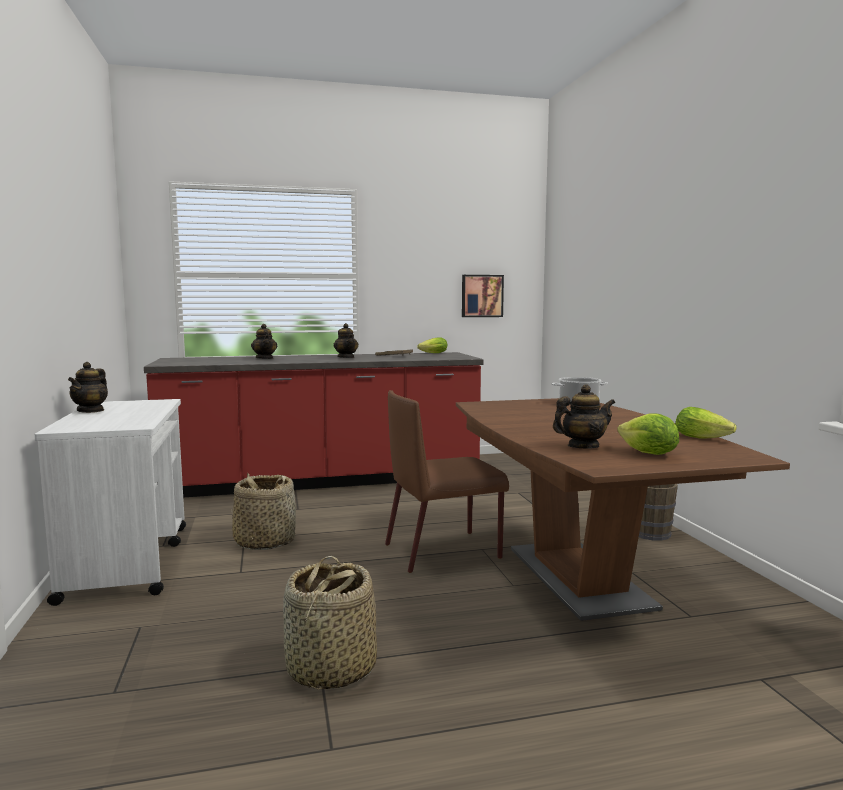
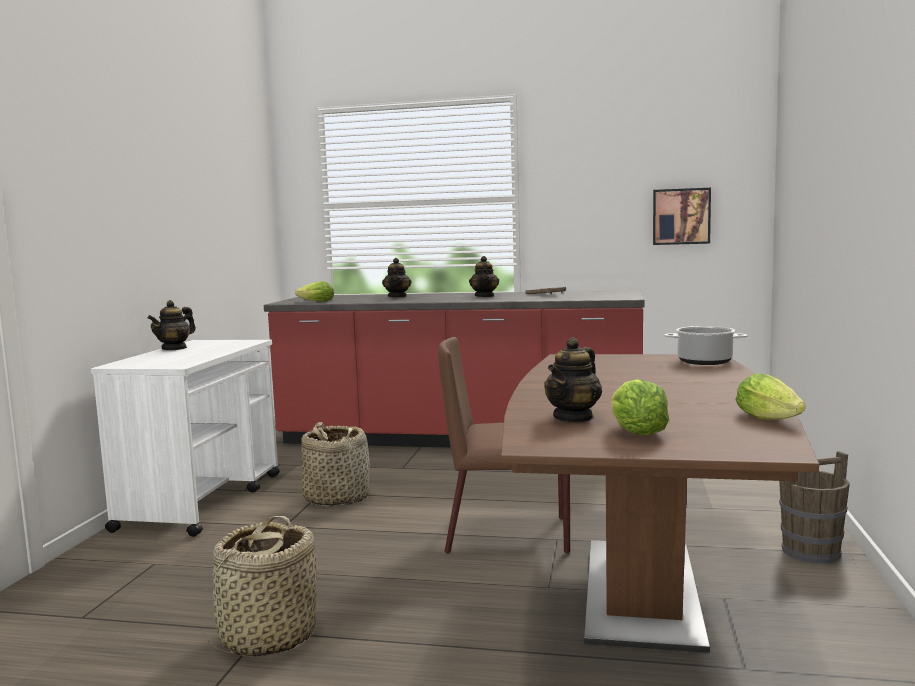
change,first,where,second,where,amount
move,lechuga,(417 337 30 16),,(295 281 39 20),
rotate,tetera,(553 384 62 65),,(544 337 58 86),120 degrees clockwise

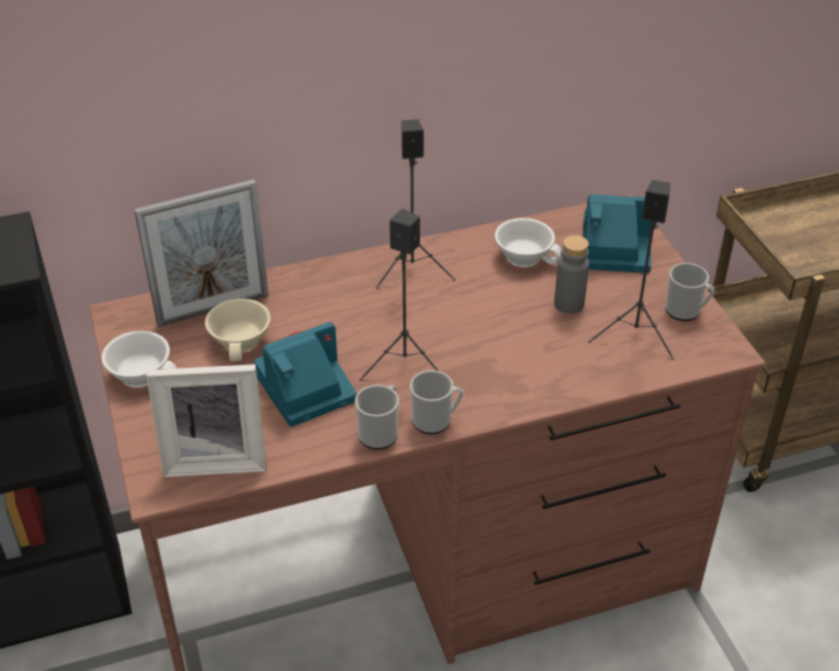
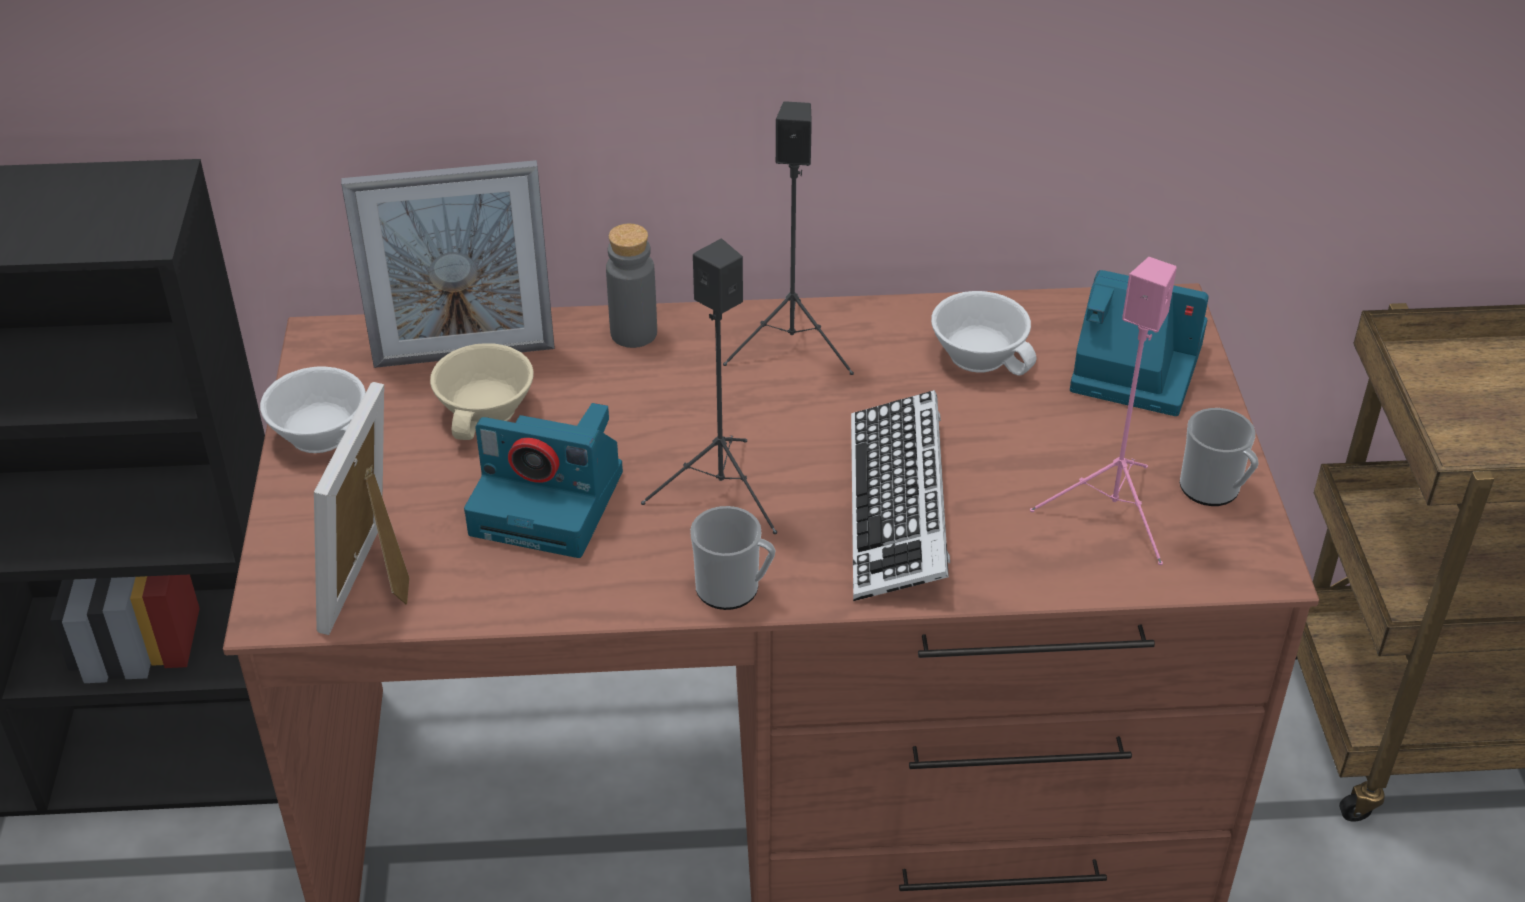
change,first,where,second,where,amount
rotate,portarretratos,(146 364 121 113),,(314 382 95 253),90 degrees clockwise
rotate,cámara,(254 322 103 105),,(464 403 159 155),150 degrees counterclockwise
delete,taza grande,(355 385 44 65),,,
move,botella/gris,(554 235 35 79),,(606 224 51 124),
recolor,altavoz/negro,(589 180 85 180),altavoz/rosa,(1030 257 147 308),
insert,,,teclado,(851 390 99 211),

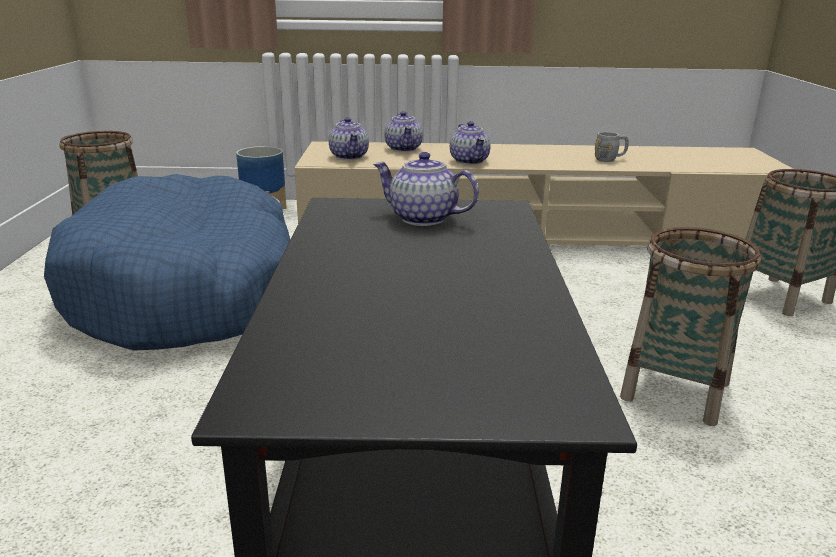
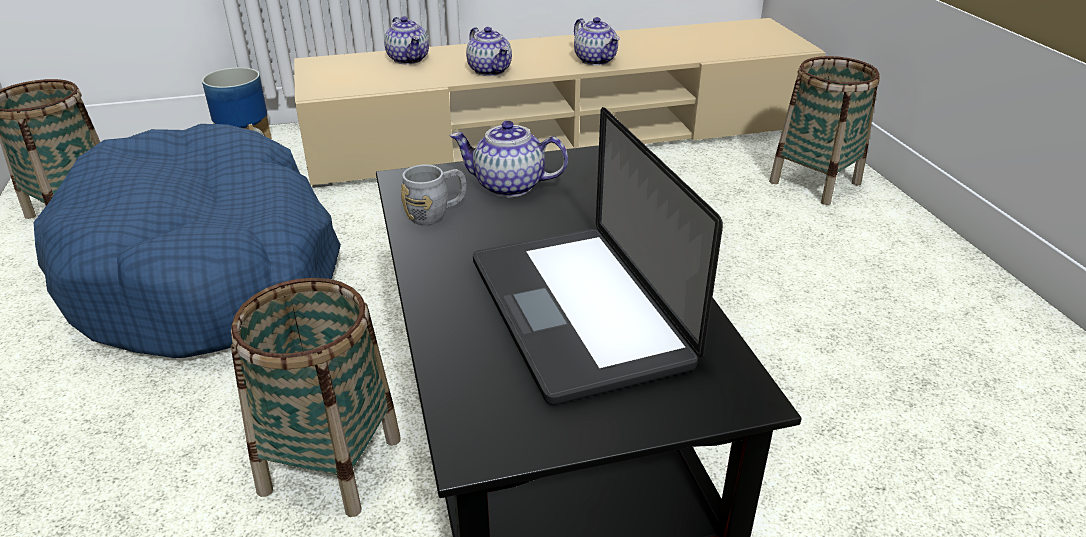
change,first,where,second,where,amount
move,tetera,(329 117 40 43),,(574 17 46 48),
move,taza grande/gris,(595 132 34 30),,(401 164 65 62),
move,cesta,(620 227 141 199),,(231 278 170 239),
insert,,,portátil,(473 107 250 298),

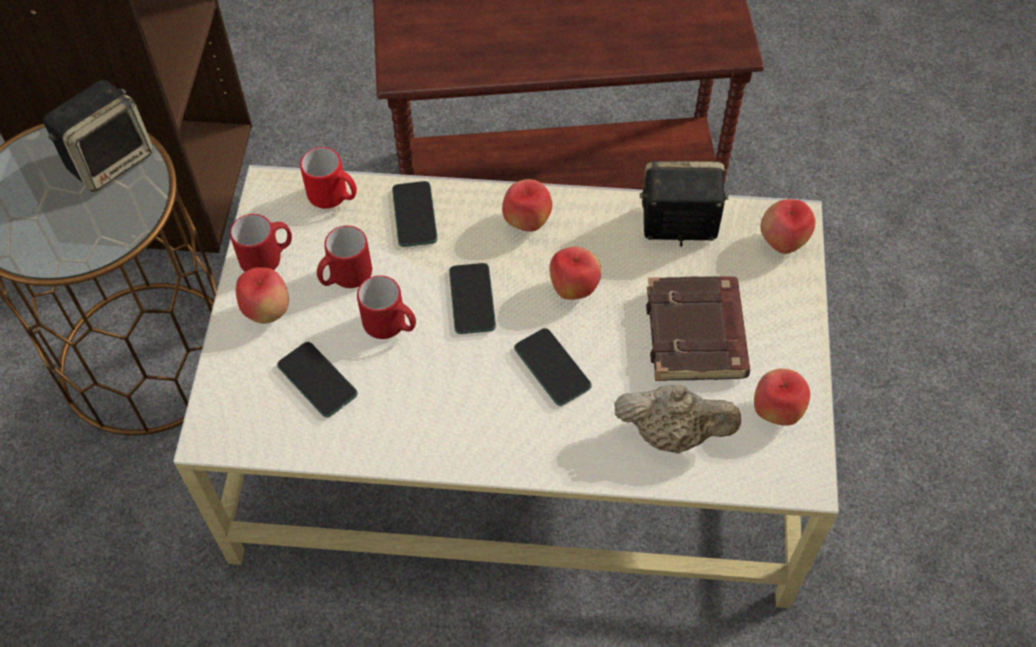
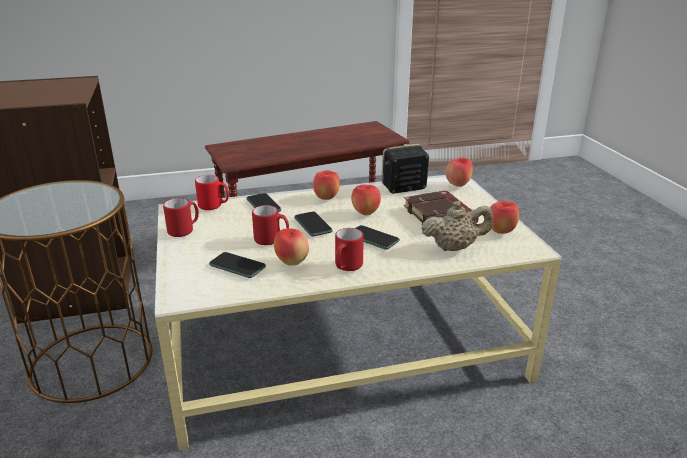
change,first,where,second,where,amount
delete,altavoz,(43 80 110 112),,,
move,manzana,(236 267 53 57),,(274 228 35 38),
move,taza grande/rojo,(317 226 55 62),,(335 228 29 43),

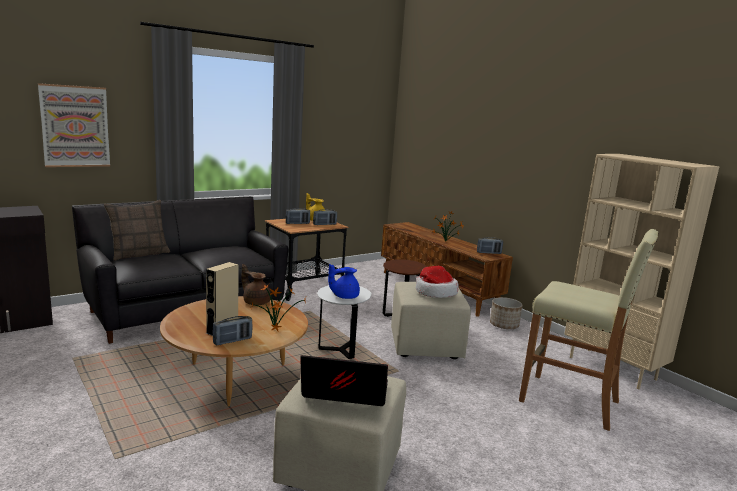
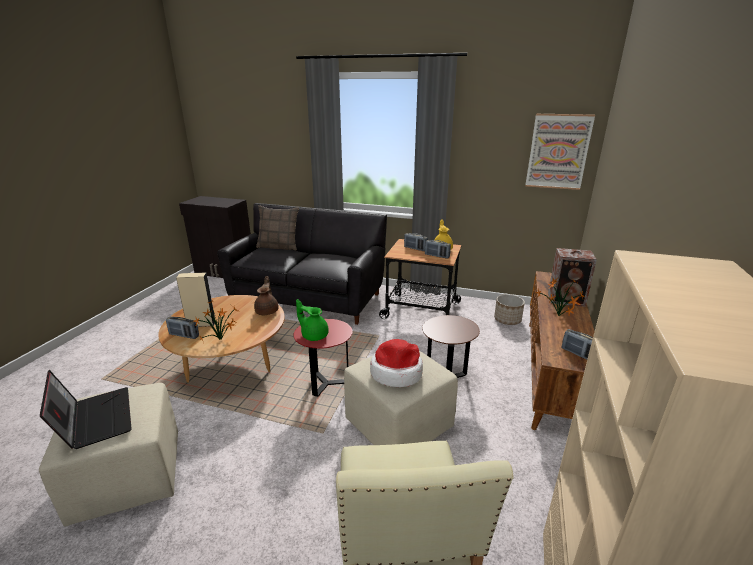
change,first,where,second,where,amount
move,cuadro,(38 83 72 84),,(526 114 69 76),
recolor,mesa auxiliar/blanco,(317 285 54 74),mesa auxiliar/rojo,(294 319 59 78),
recolor,tetera/azul,(328 264 32 35),tetera/verde,(296 299 33 42),
move,maceta,(490 297 32 32),,(494 294 31 31),
insert,,,altavoz,(548 248 49 59),

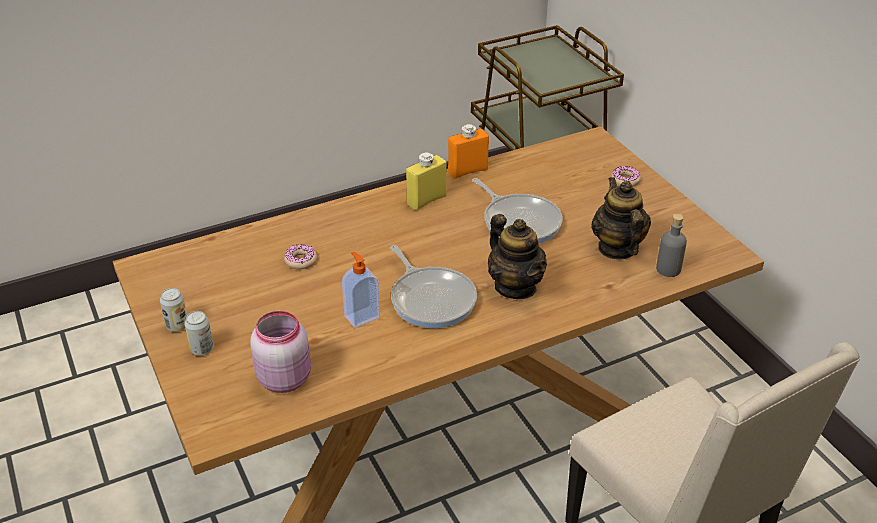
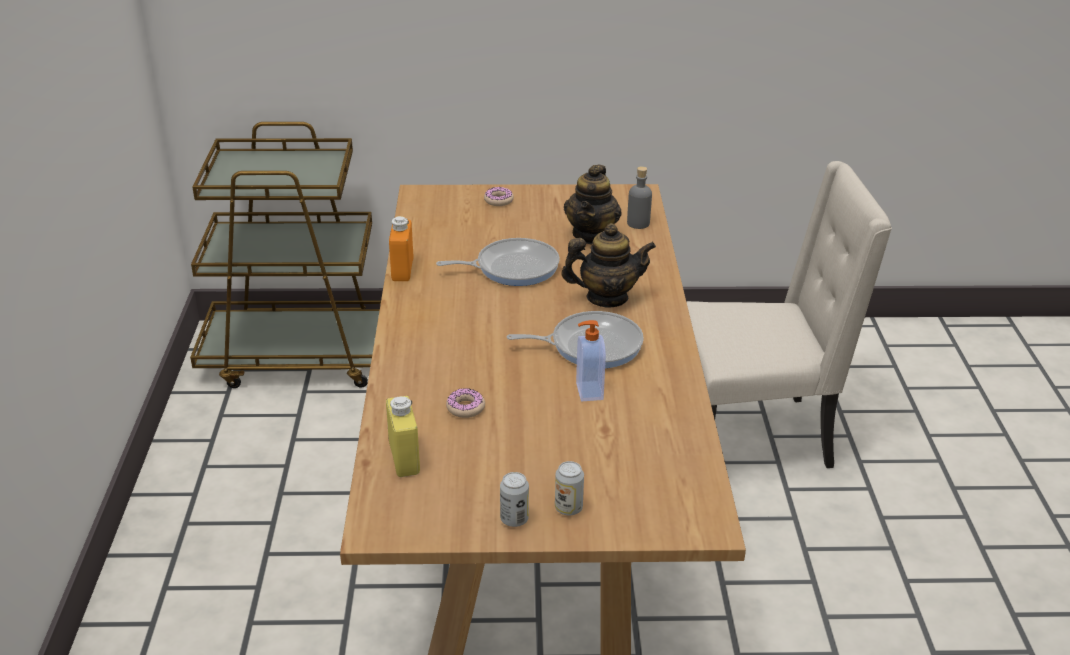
change,first,where,second,where,amount
delete,tarro/rosa,(250 311 61 82),,,
move,botella/amarillo,(406 152 41 58),,(386 396 34 81),
rotate,tetera,(592 177 59 83),,(564 165 58 79),90 degrees counterclockwise

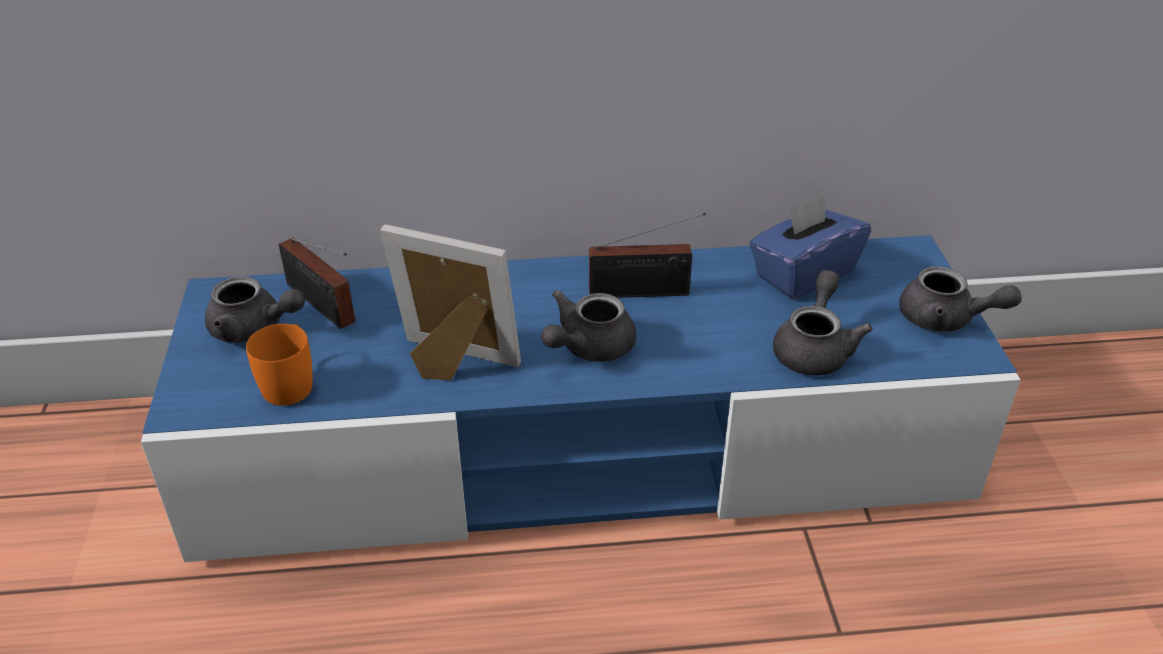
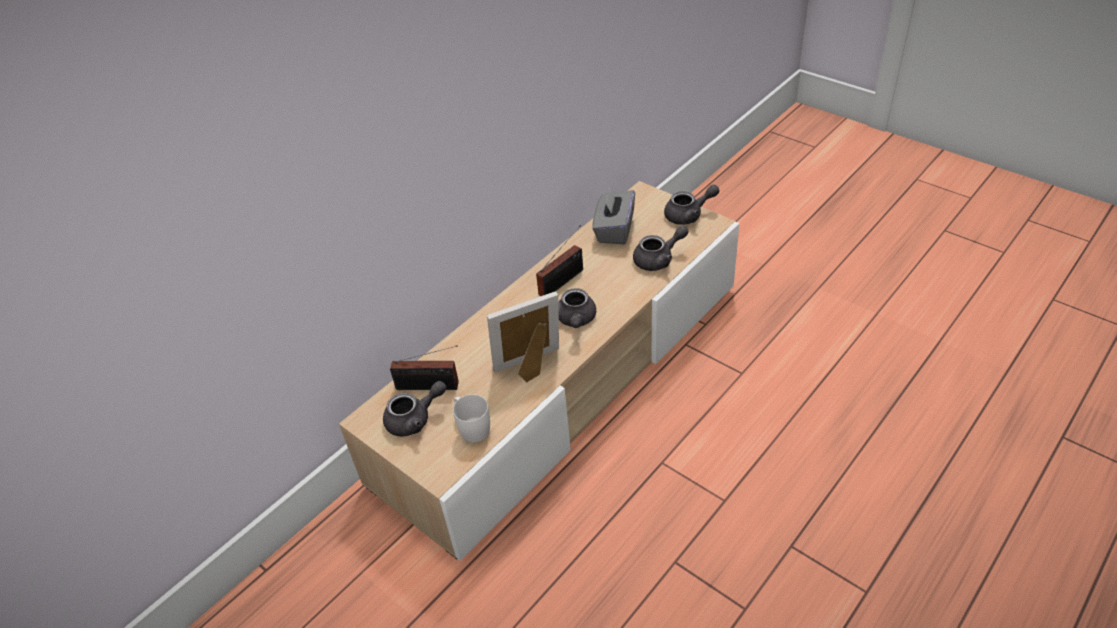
change,first,where,second,where,amount
recolor,mueble de televisión/azul,(141 235 880 327),mueble de televisión/beis,(339 181 401 380),
recolor,taza grande/naranja,(246 324 67 82),taza grande/blanco,(453 394 37 48),
recolor,caja de pañuelos/azul,(749 193 122 106),caja de pañuelos/gris,(592 187 43 57),
rotate,tetera/gris,(773 270 100 106),,(633 225 56 46),90 degrees clockwise

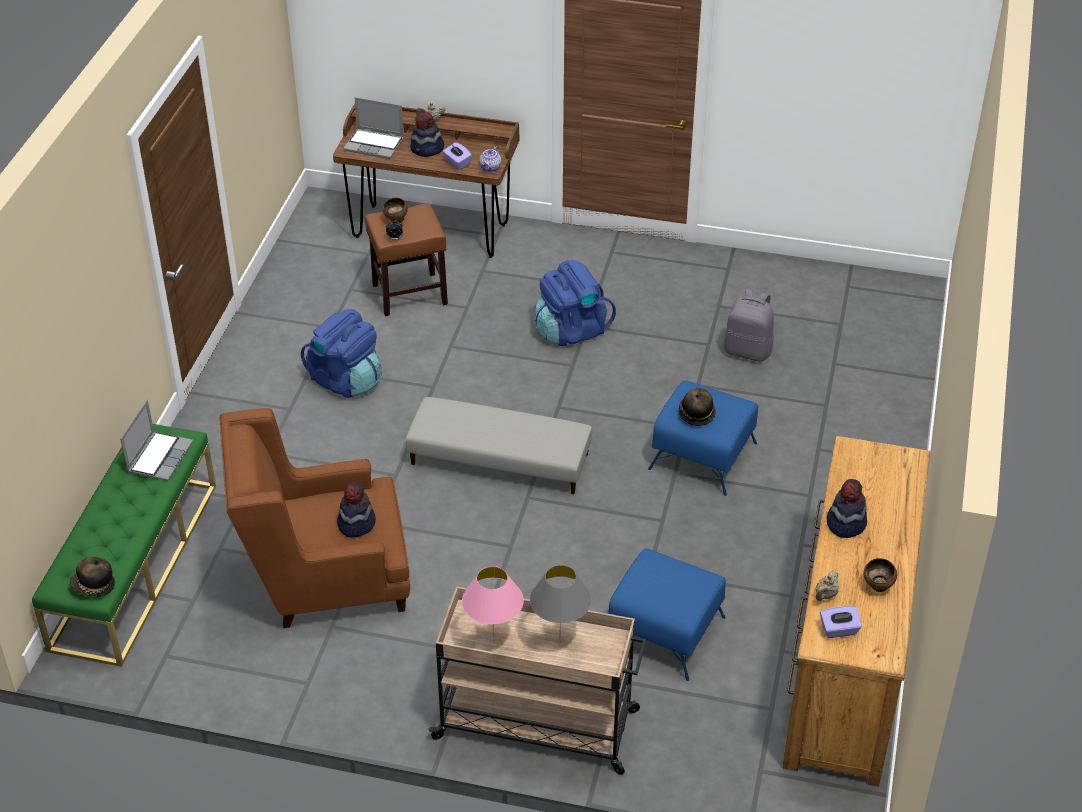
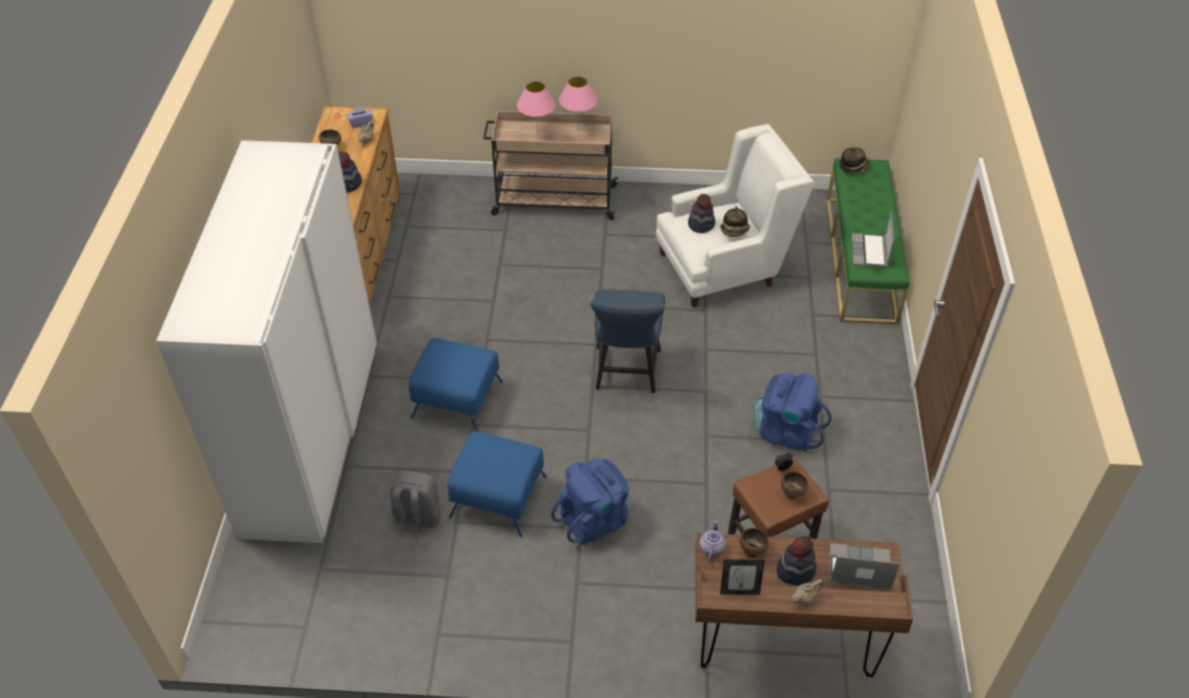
change,first,where,second,where,amount
recolor,sillón/marrón,(219 408 191 220),sillón/blanco,(656 124 158 183),
replace,puf/gris,(406 397 186 97),silla/azul,(590 289 75 104),
replace,caja de pañuelos/morado,(443 142 29 28),cuenco/marrón,(740 528 29 30),
recolor,lámpara de mesa/gris,(530 565 61 77),lámpara de mesa/rosa,(517 81 39 57),
move,puf/azul,(609 549 117 132),,(447 431 100 106),
move,sombrero,(679 388 37 38),,(720 206 30 31),
insert,,,armario ropero/blanco,(156 140 221 403),
insert,,,portarretratos,(720 560 45 35),

